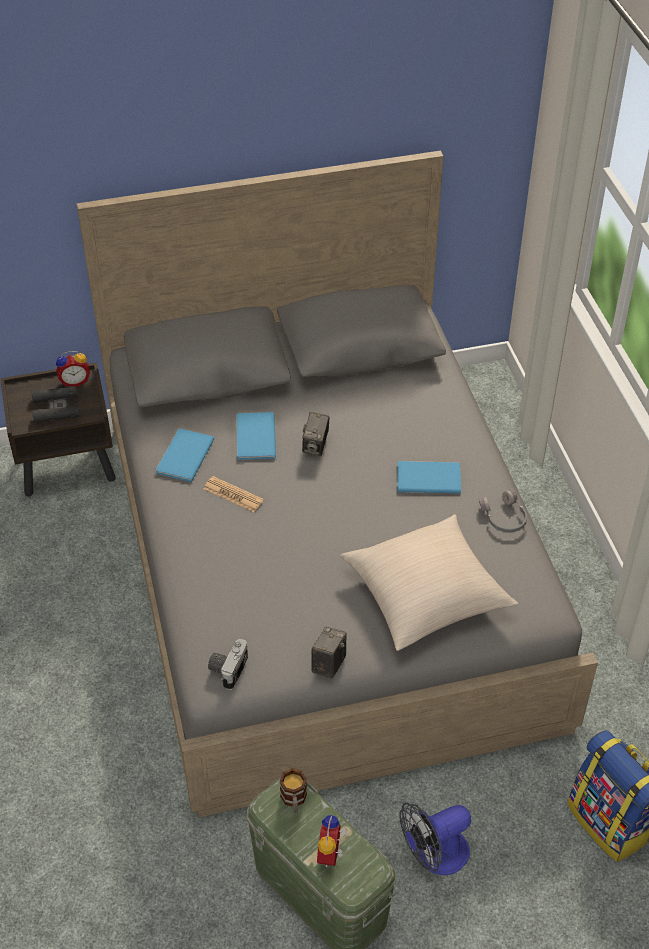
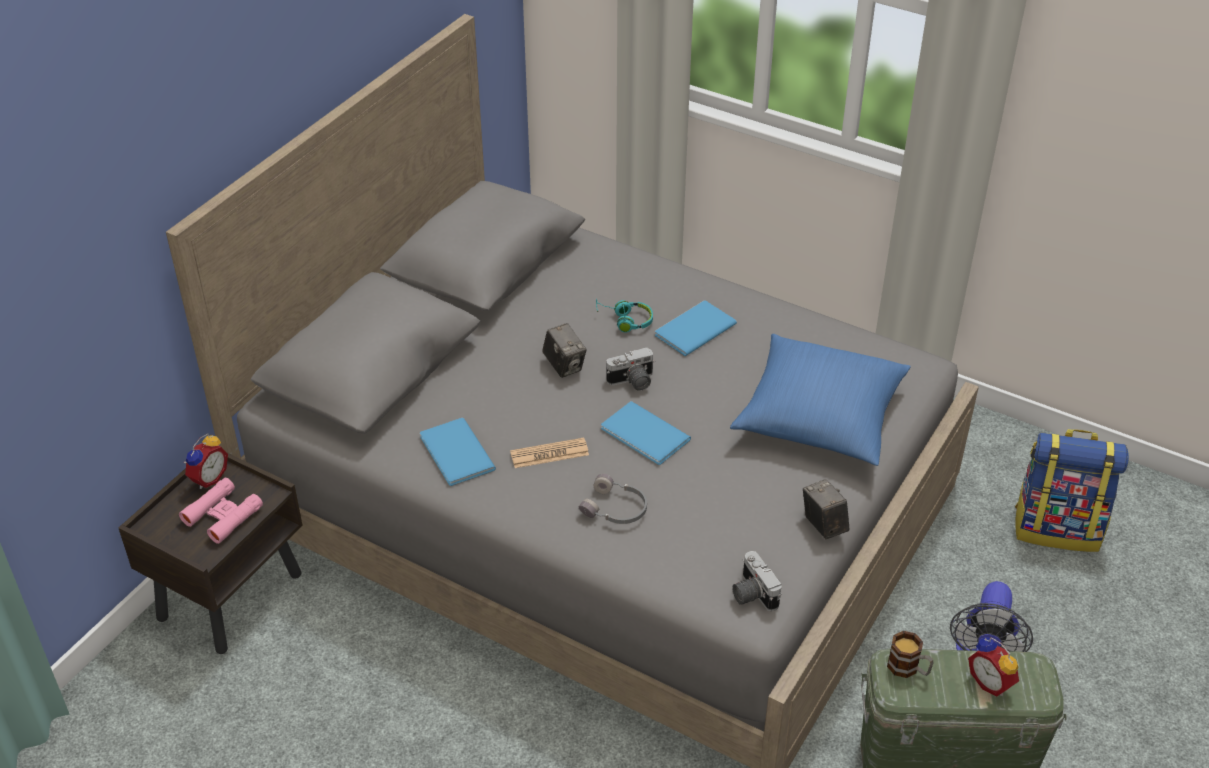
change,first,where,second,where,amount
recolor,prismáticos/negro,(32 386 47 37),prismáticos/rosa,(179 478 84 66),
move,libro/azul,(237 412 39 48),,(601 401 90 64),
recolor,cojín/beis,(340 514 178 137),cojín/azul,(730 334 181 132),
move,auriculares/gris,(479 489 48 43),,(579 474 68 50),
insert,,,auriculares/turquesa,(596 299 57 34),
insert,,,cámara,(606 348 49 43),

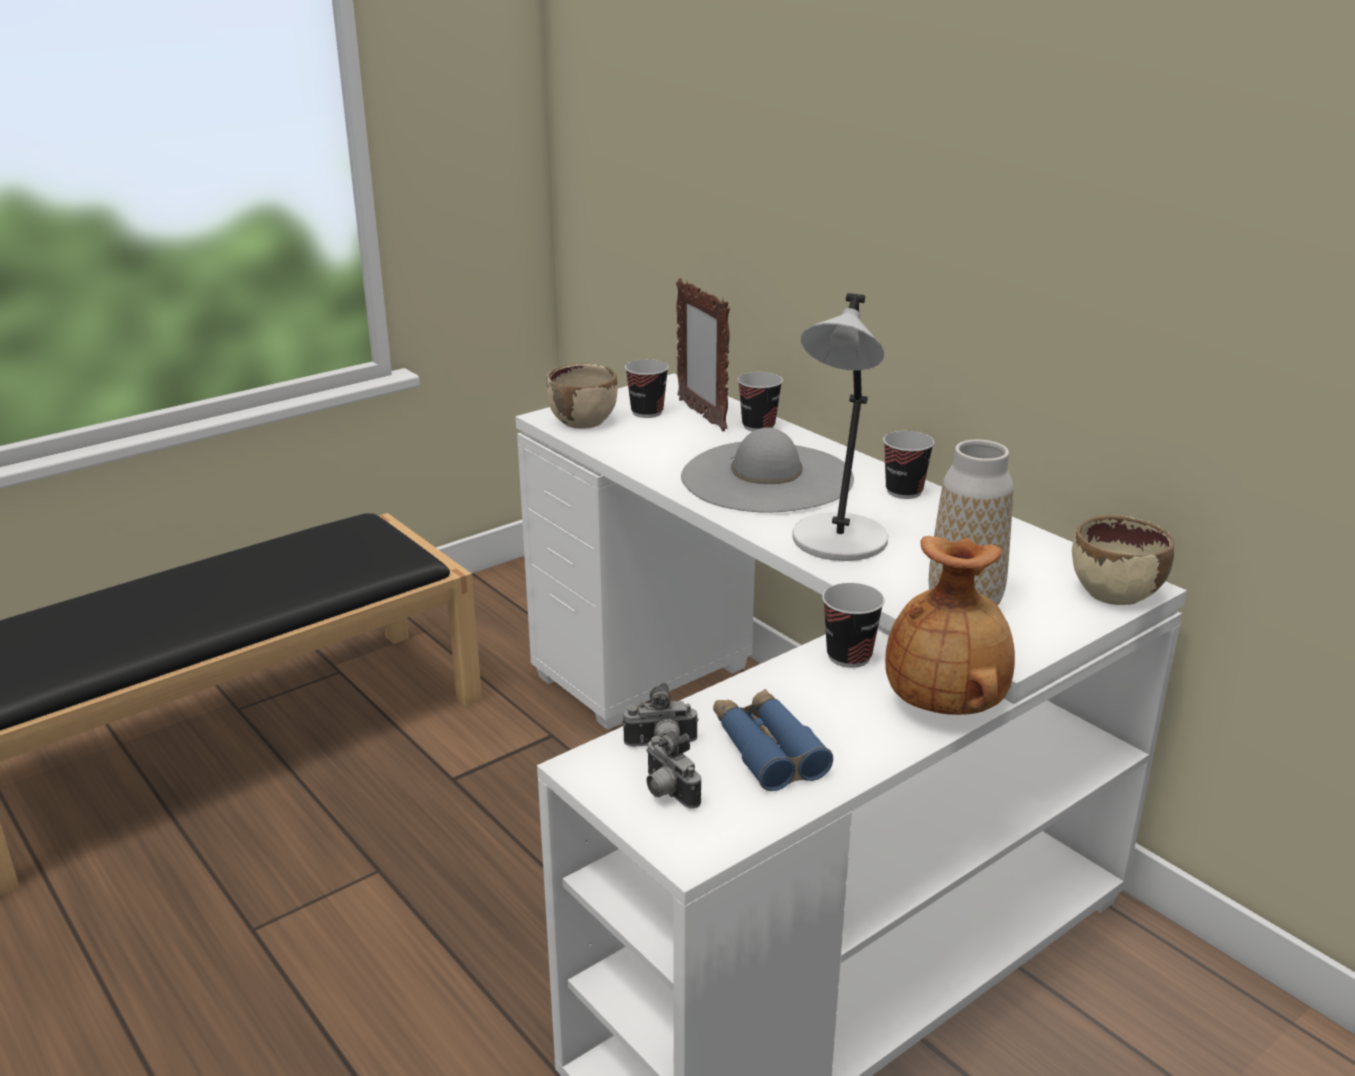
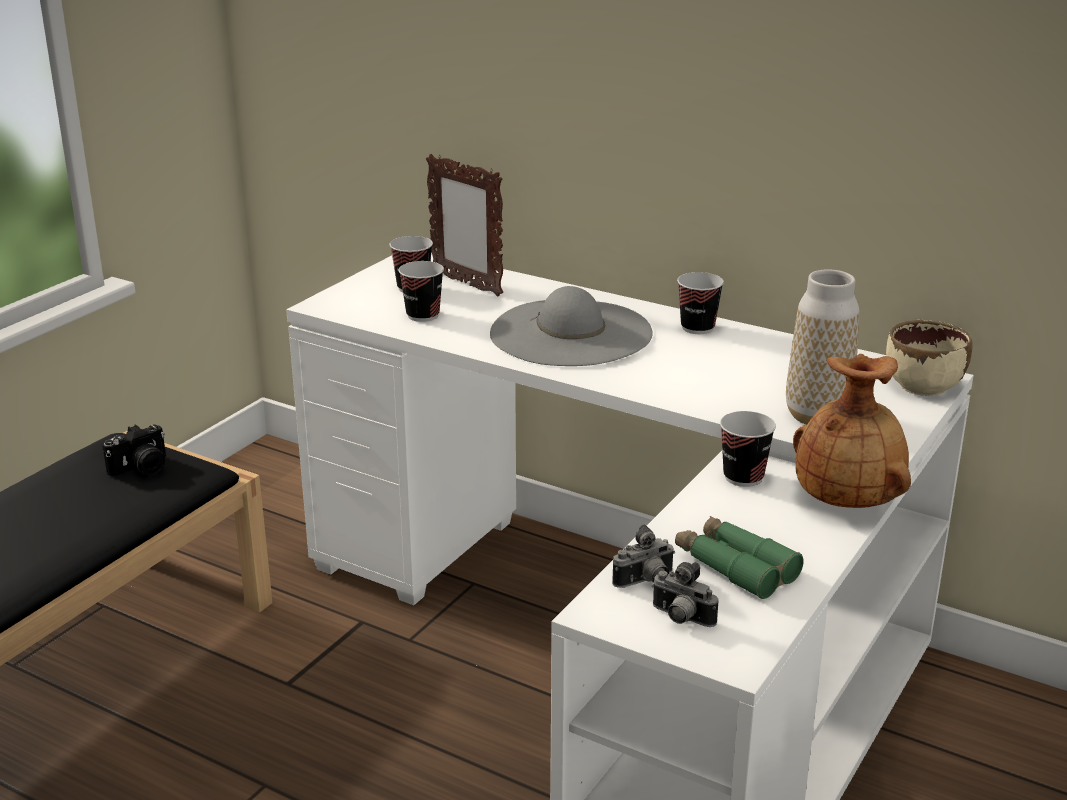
change,first,where,second,where,amount
delete,cuenco/beis,(546 364 72 65),,,
recolor,prismáticos/azul,(713 689 120 102),prismáticos/verde,(675 516 129 83),
move,taza,(738 372 45 60),,(398 261 46 61),
delete,lámpara de mesa/gris,(793 293 95 268),,,
insert,,,cámara,(102 424 64 52),

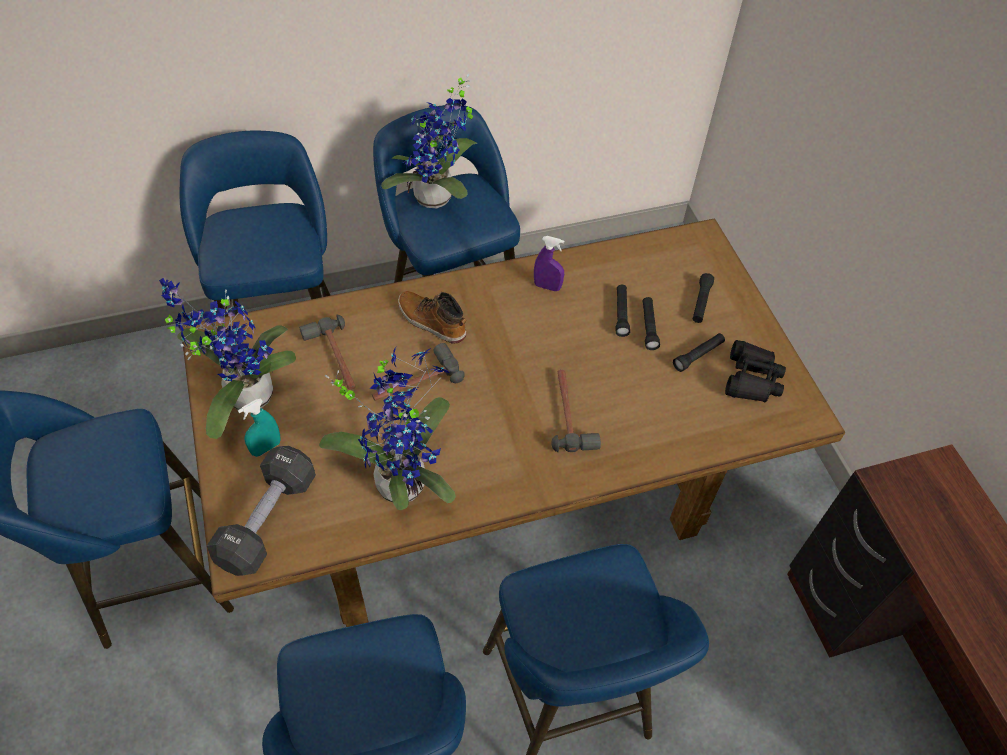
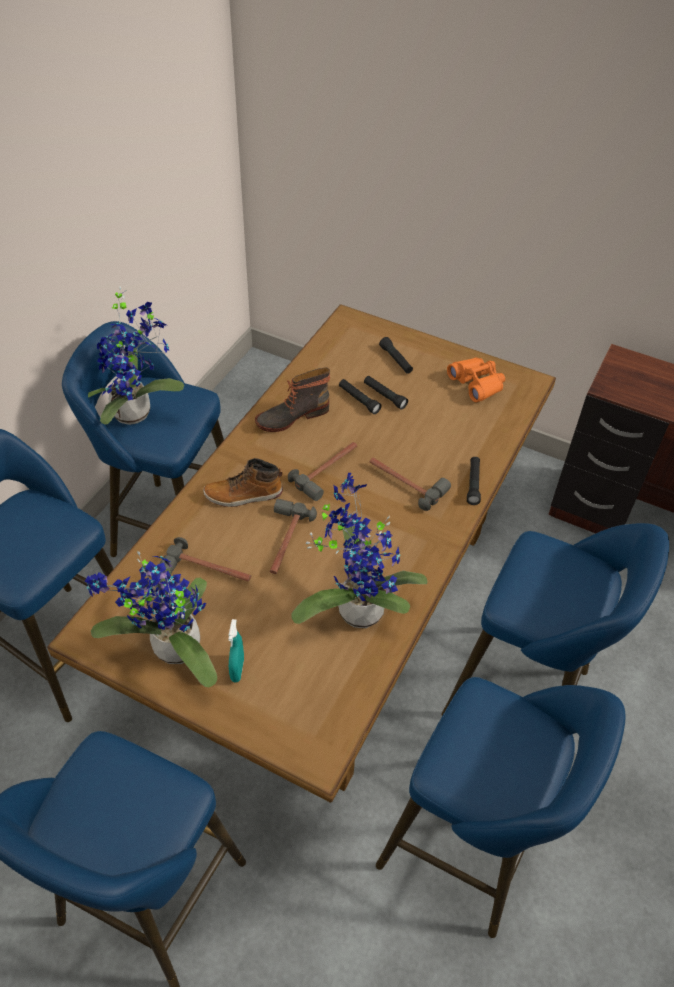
change,first,where,second,where,amount
delete,mancuerna/negro,(207 446 109 130),,,
replace,pulverizador/morado,(534 236 30 55),bota,(255 368 75 64),
move,linterna/negro,(673 333 52 39),,(467 457 14 48),
recolor,prismáticos/negro,(725 340 61 62),prismáticos/naranja,(447 357 58 45),
insert,,,martillo,(288 442 69 59),

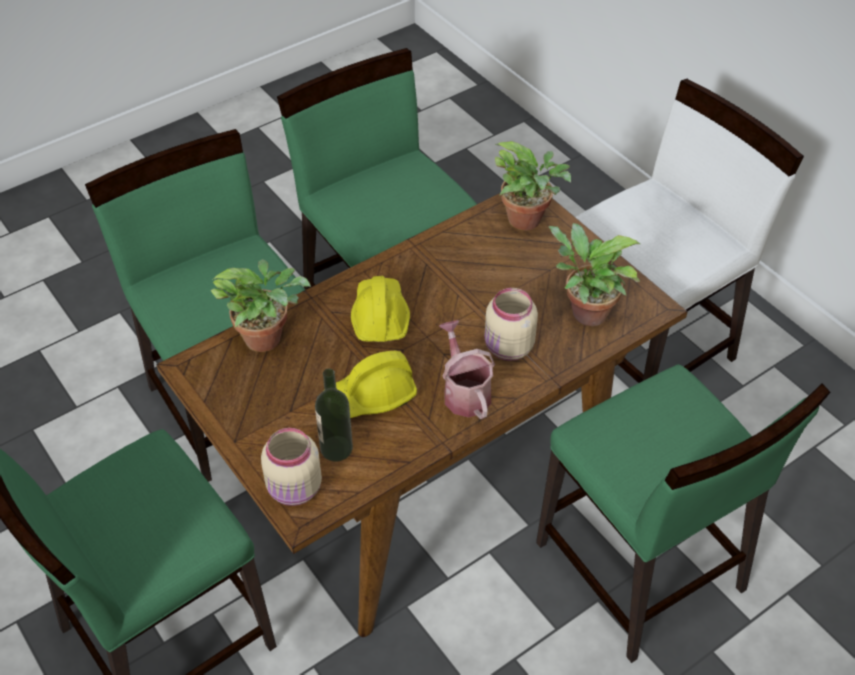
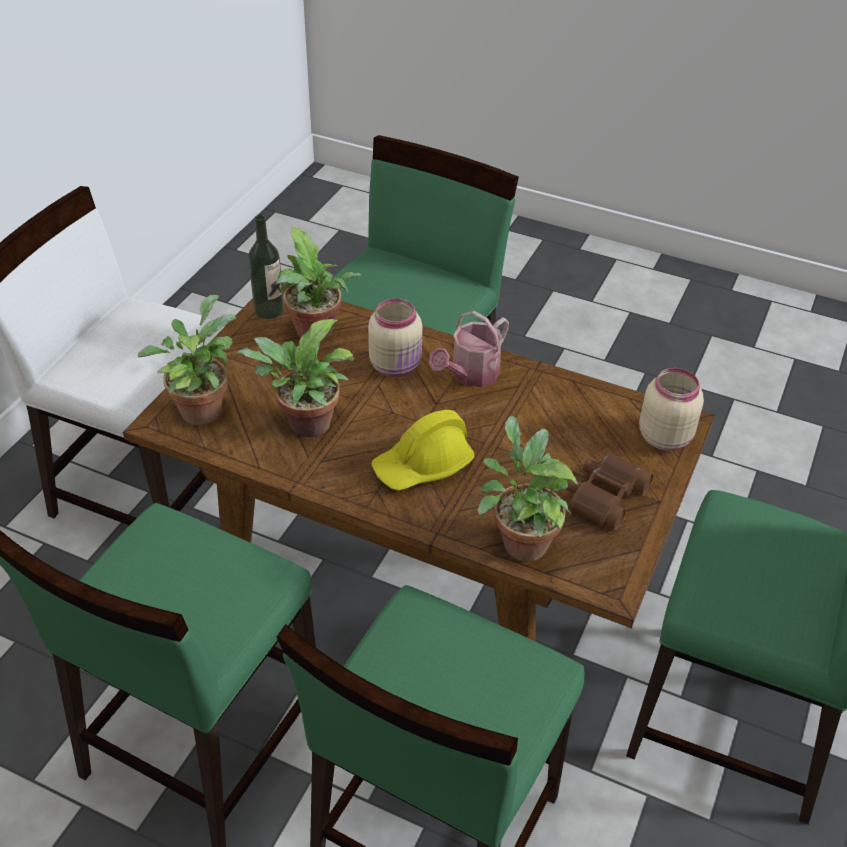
change,first,where,second,where,amount
move,botella,(315 368 38 94),,(248 215 36 104),
delete,casco/amarillo,(323 351 94 67),,,
insert,,,planta en maceta,(235 319 120 118),
insert,,,prismáticos/marrón,(566 452 87 78),

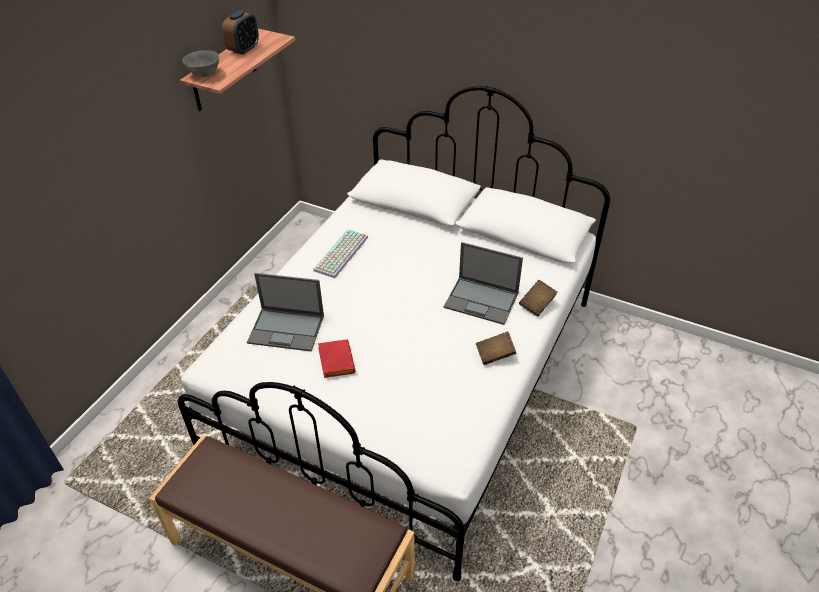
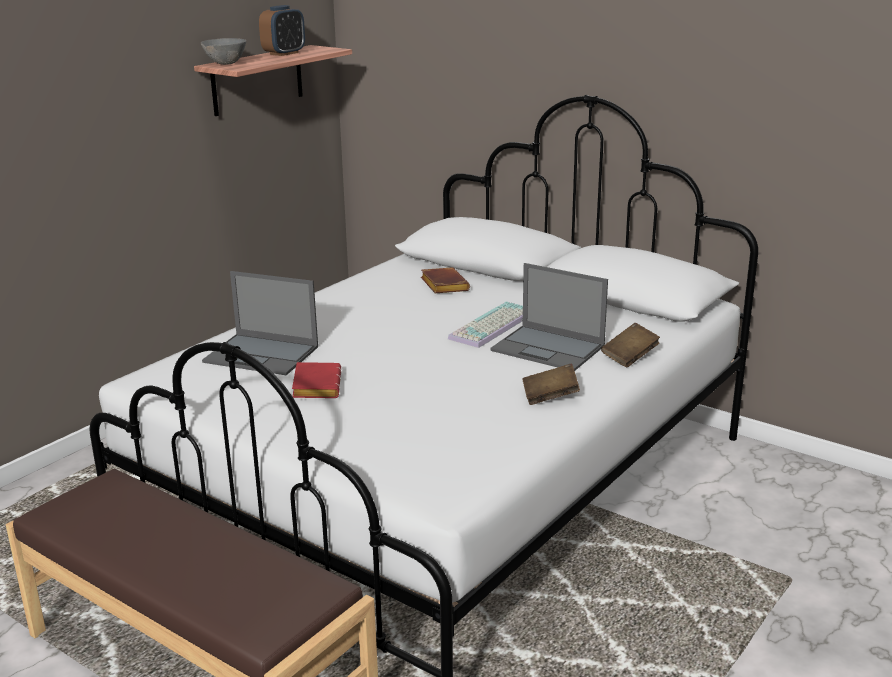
change,first,where,second,where,amount
move,teclado,(313 229 55 49),,(448 302 75 46),
insert,,,libro/marrón,(421 267 49 26),

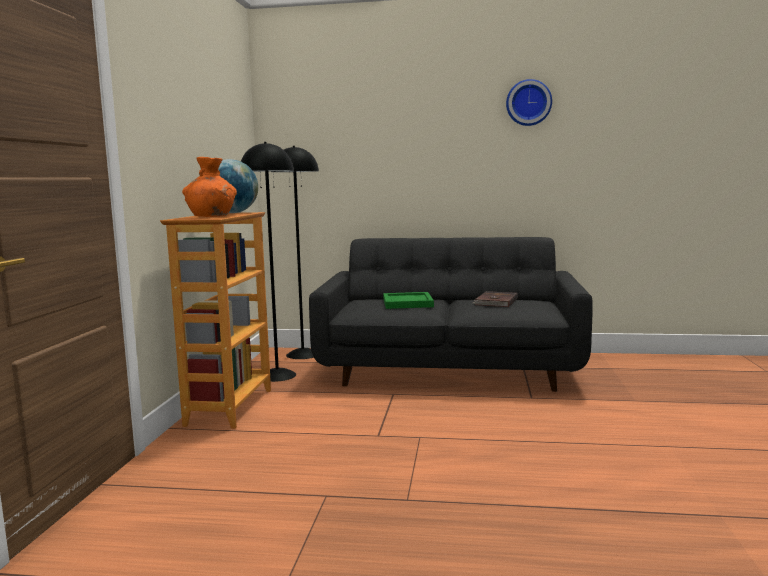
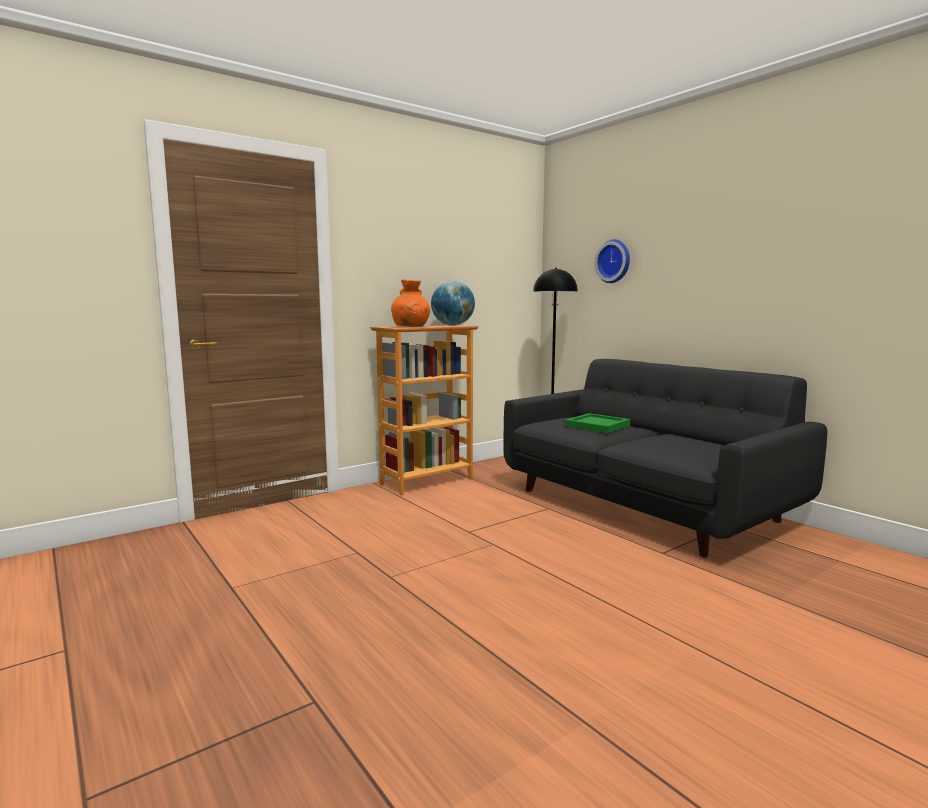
change,first,where,second,where,amount
delete,lámpara de pie/negro,(241 142 55 240),,,
delete,libro/marrón,(473 291 45 16),,,
move,reloj de pared,(506 79 46 47),,(594 239 36 44),

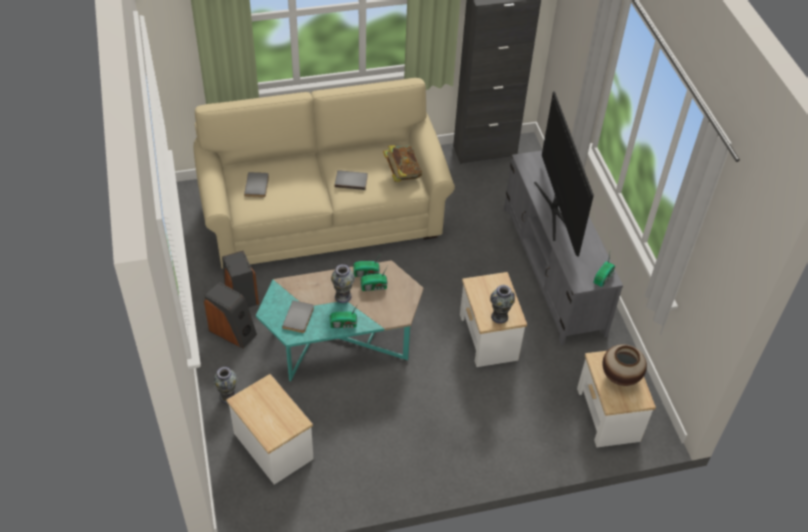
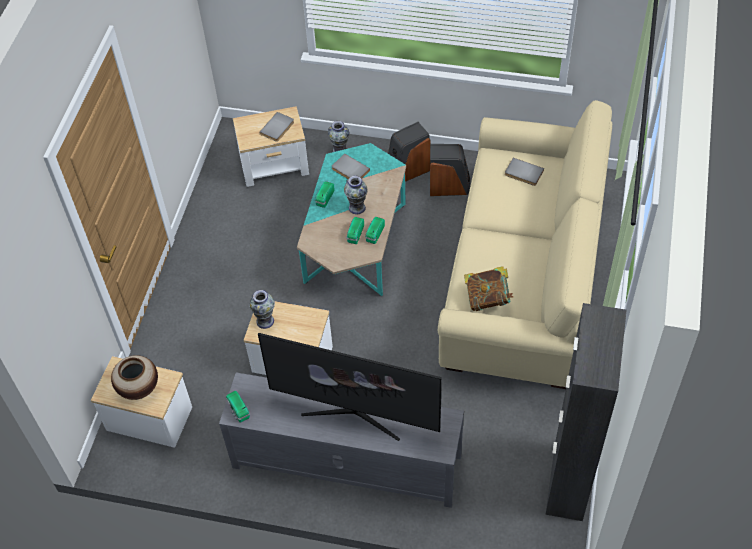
change,first,where,second,where,amount
move,libro/gris,(335 170 33 20),,(259 112 35 30),

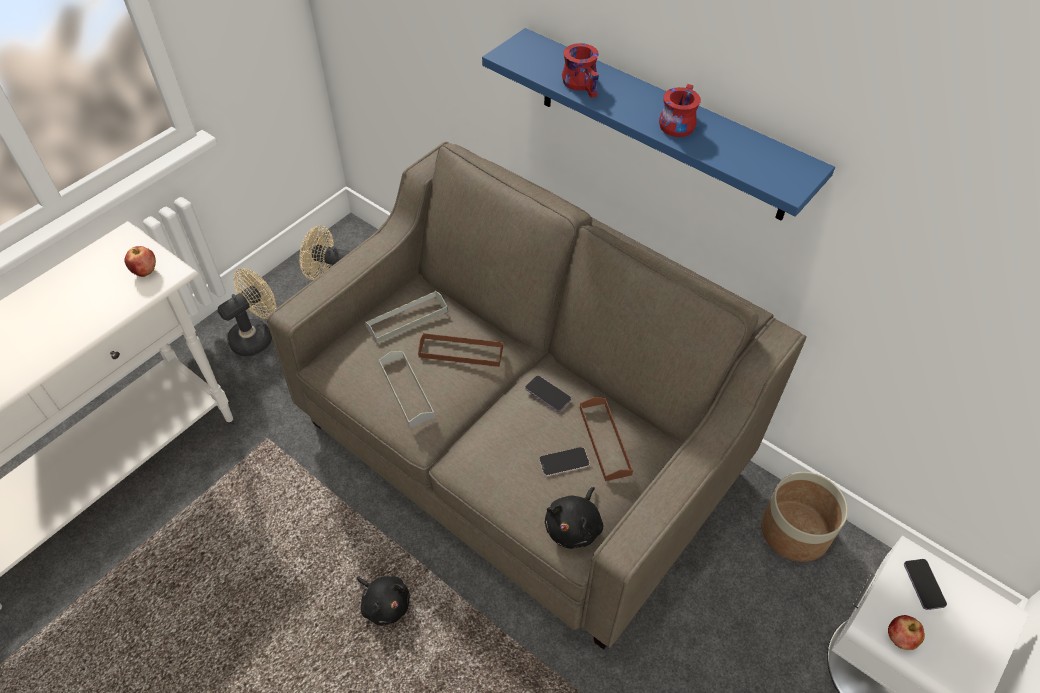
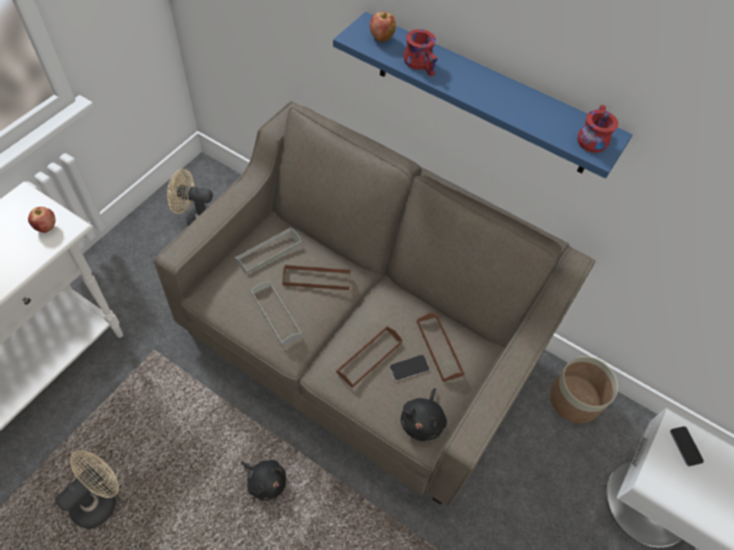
change,first,where,second,where,amount
move,ventilador/beis,(218 268 58 88),,(55 450 64 79),
delete,móvil,(525 376 46 35),,,
move,taza grande/rojo,(659 84 42 53),,(577 105 42 48),
move,manzana,(888 615 37 35),,(370 12 26 30),
insert,,,bandeja/marrón,(336 326 66 62),

